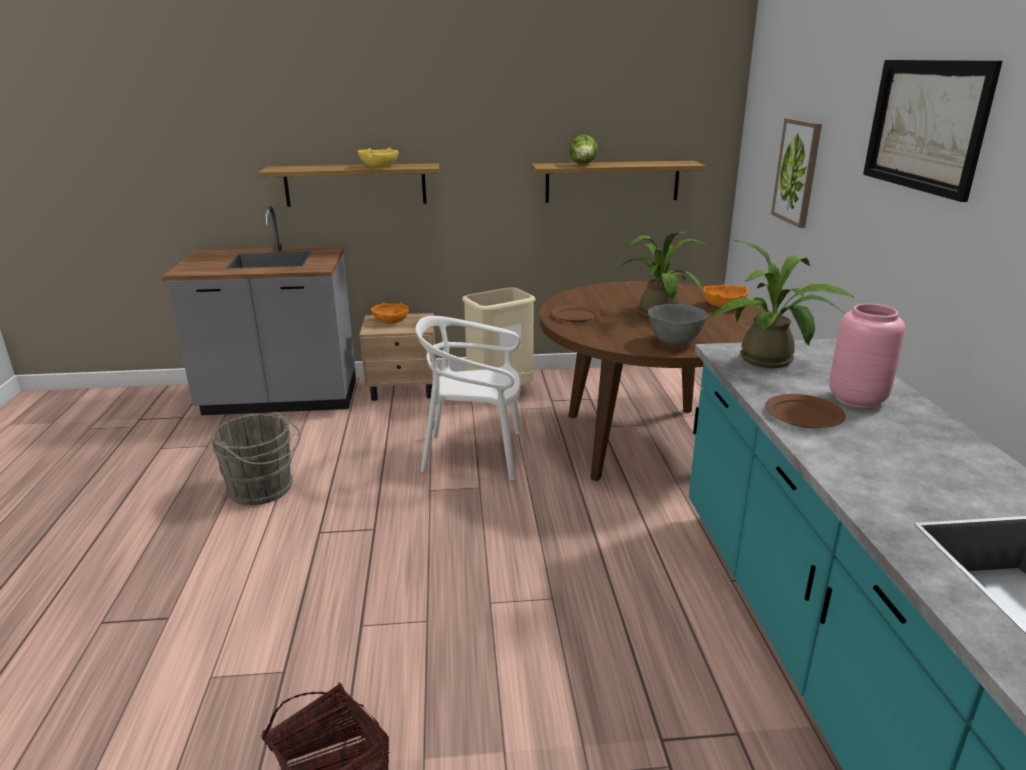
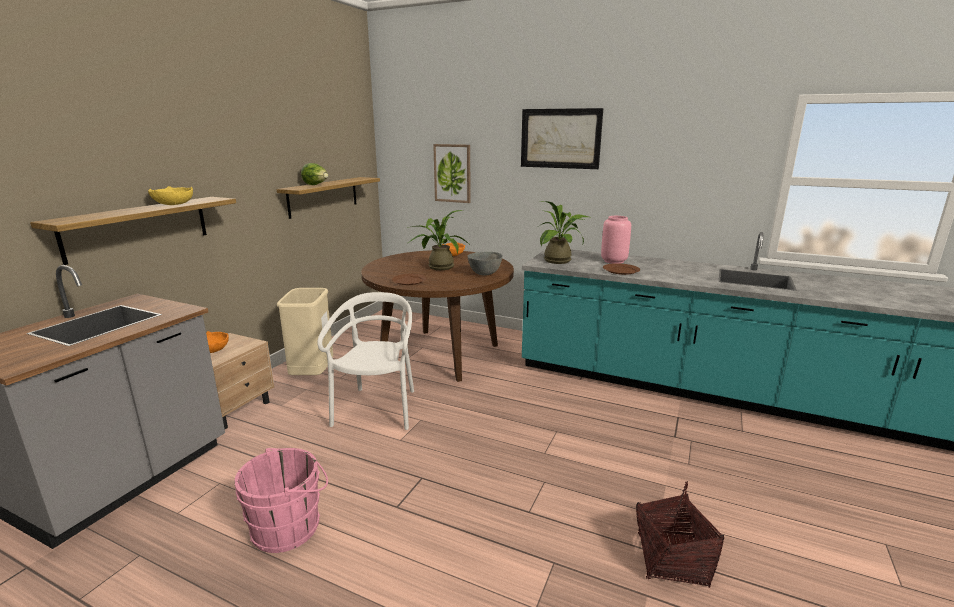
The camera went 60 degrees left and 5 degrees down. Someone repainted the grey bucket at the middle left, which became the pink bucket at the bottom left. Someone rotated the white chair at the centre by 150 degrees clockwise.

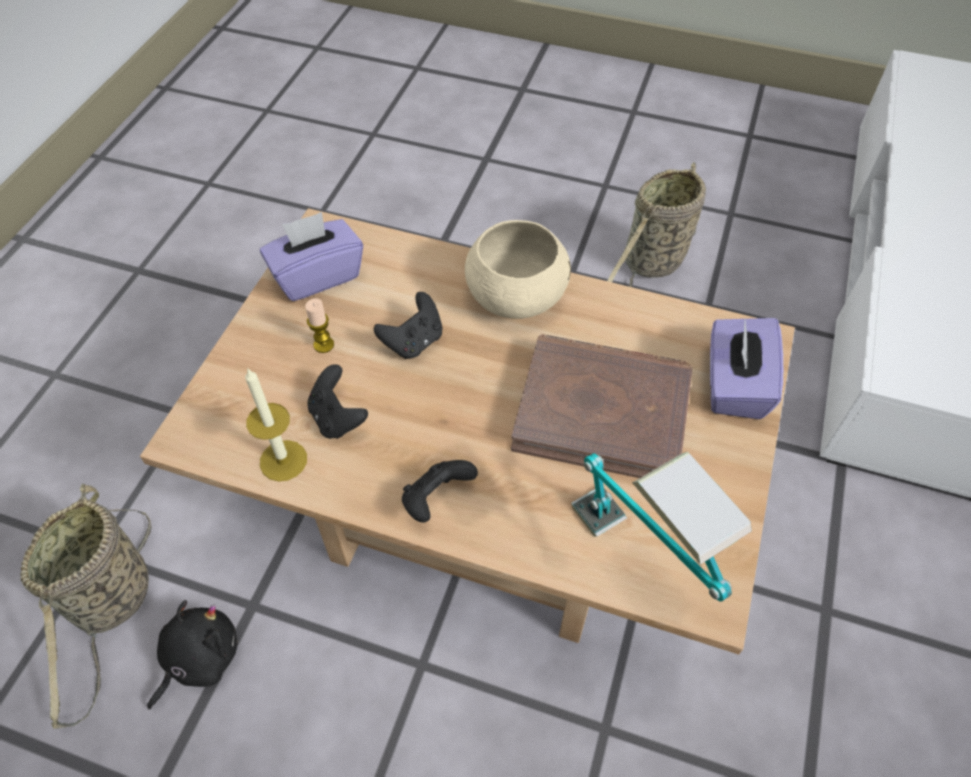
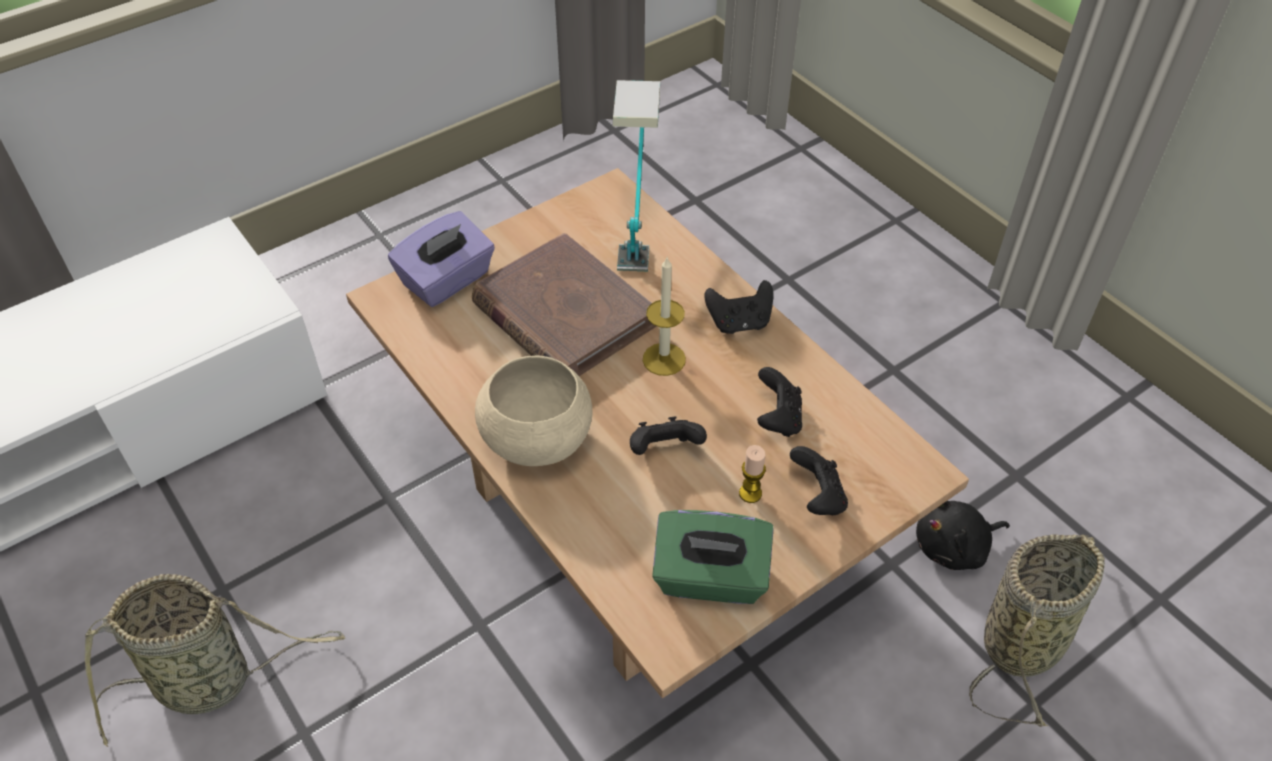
The camera went 145 degrees left and 5 degrees down. Someone put down the black game controller (4th from left) at the centre. Someone carried the candle (1st from left) from the middle left to the centre. Someone repainted the purple tissue box (1st from left) at the top left, which became the green tissue box at the bottom centre.

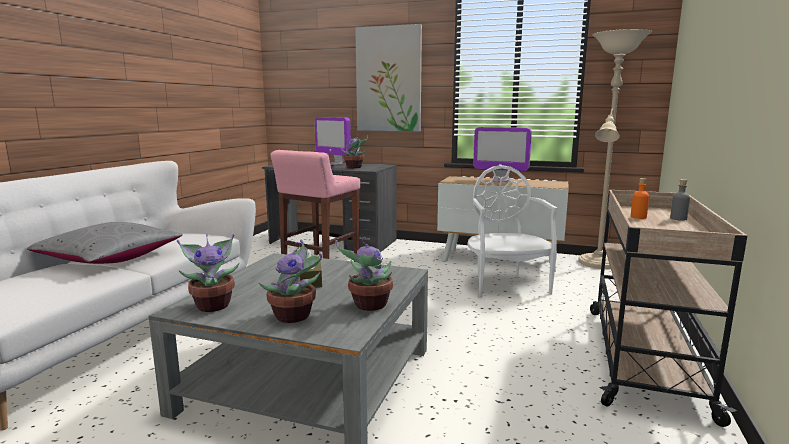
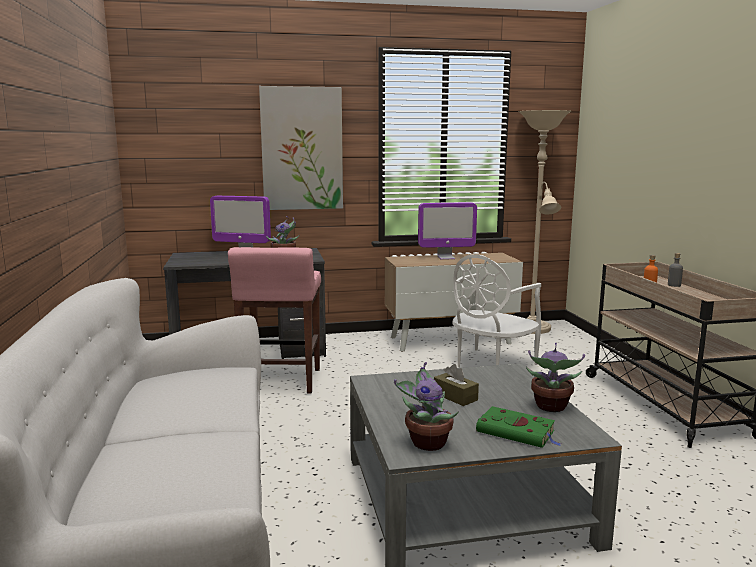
The camera went 30 degrees left and 0 degrees up. Someone took away the grey pillow at the middle left. Someone swapped the potted plant (2nd from left) at the centre for the green book at the bottom right. Someone rotated the white chair at the centre by 105 degrees counterclockwise.

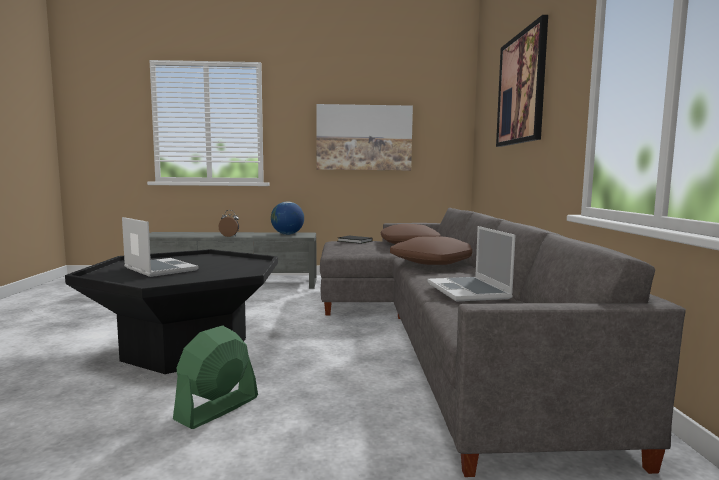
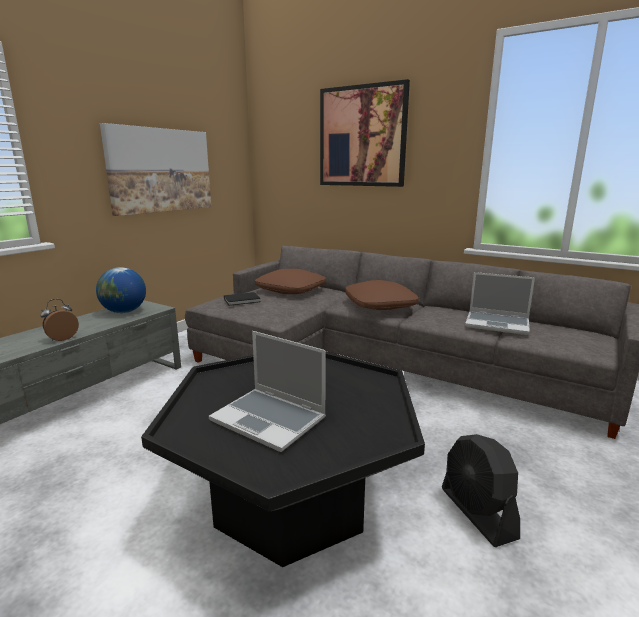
The camera went 55 degrees left and 10 degrees up. Someone repainted the green fan at the bottom left, which became the black fan at the bottom right. Someone rotated the laptop (1st from left) at the middle left by 135 degrees counterclockwise.

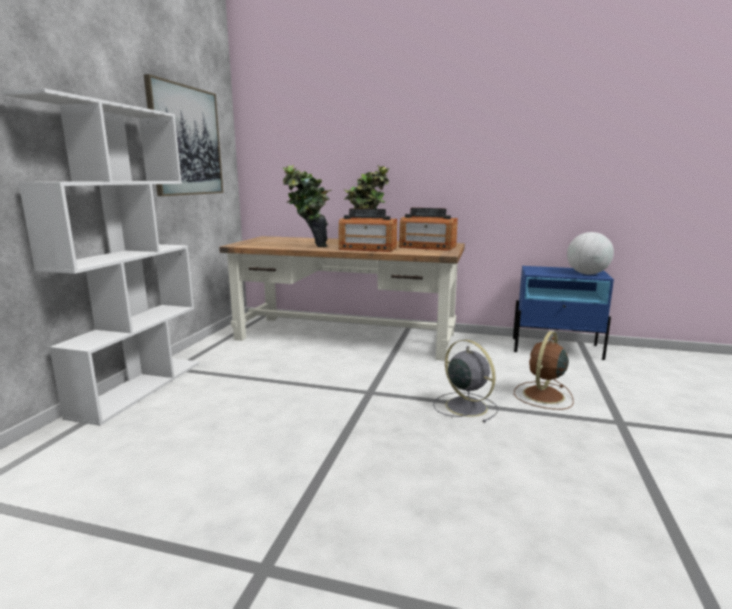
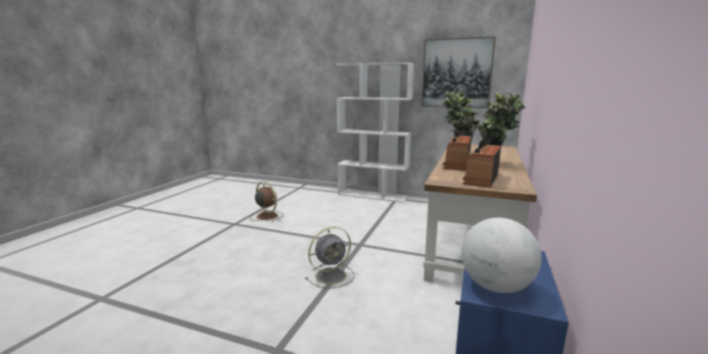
The camera went 95 degrees right and 0 degrees up. Someone carried the brown fan from the middle right to the centre.

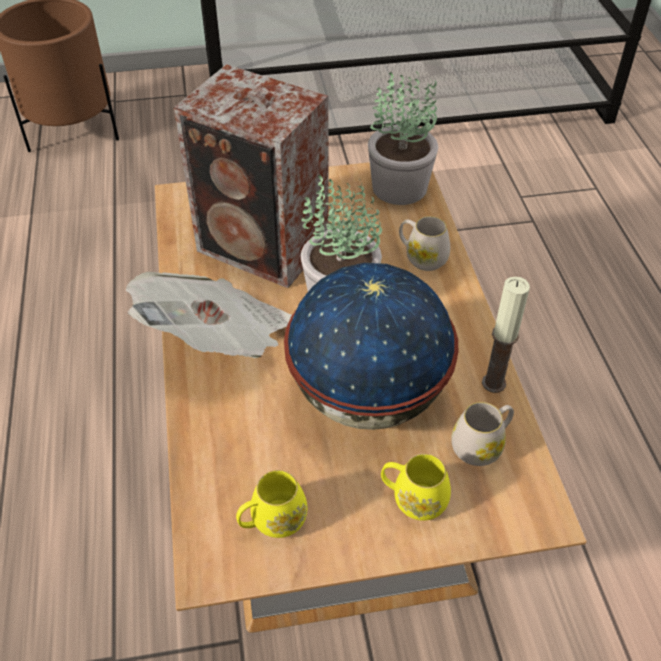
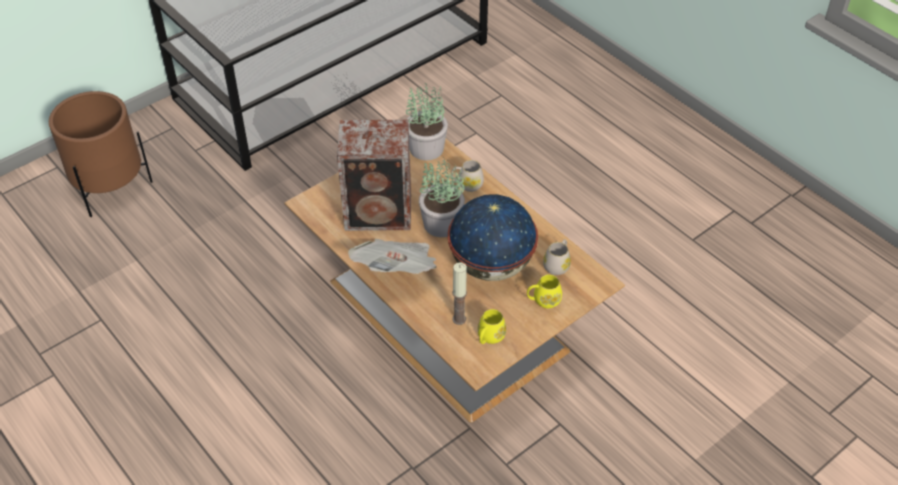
The camera went 30 degrees left and 0 degrees up. Someone carried the candle from the middle right to the centre.

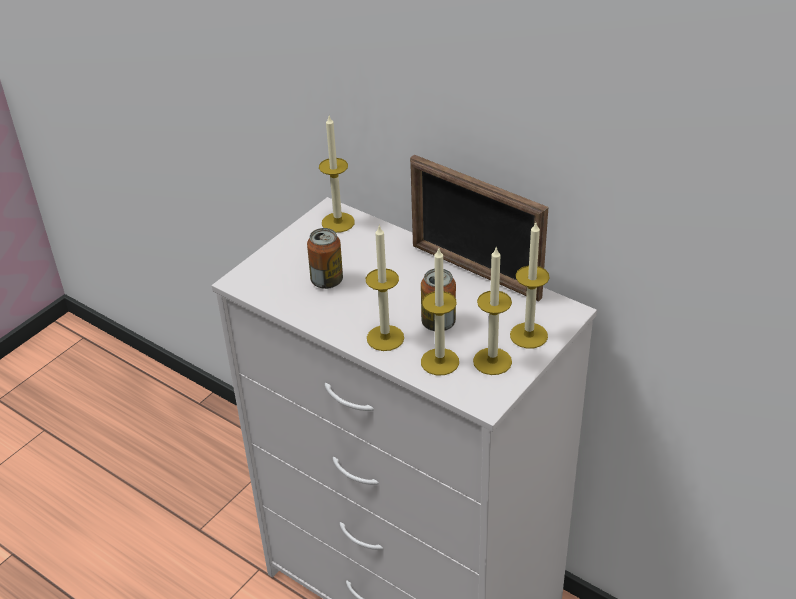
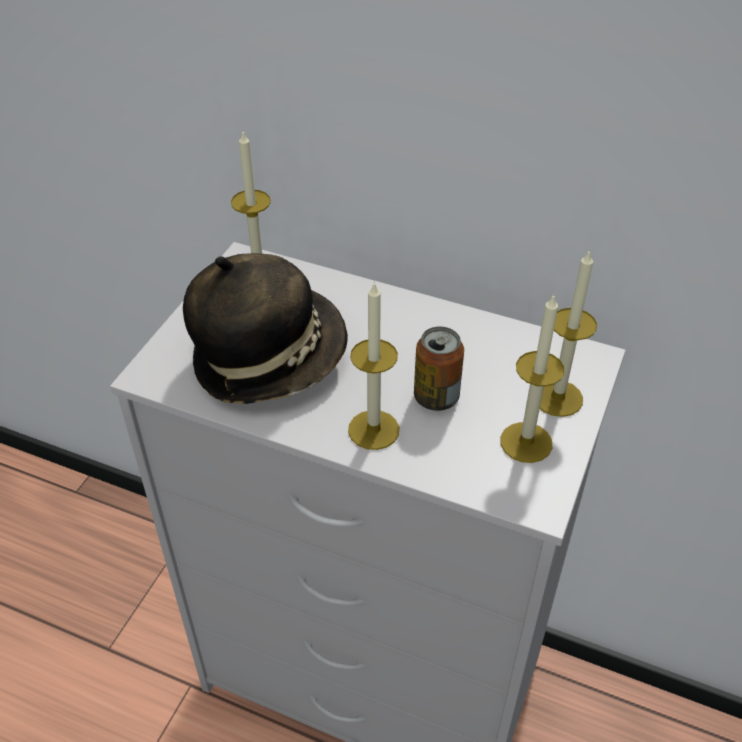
The camera went 15 degrees left and 5 degrees up. Someone took away the picture frame at the centre. Someone took away the candle (3rd from left) at the centre. Someone swapped the can (1st from left) at the centre for the hat at the centre.

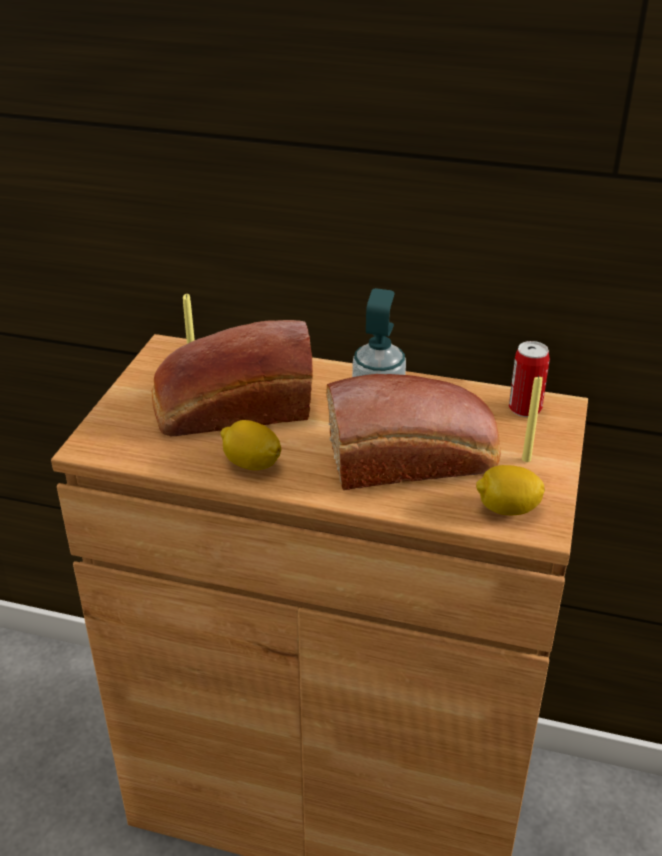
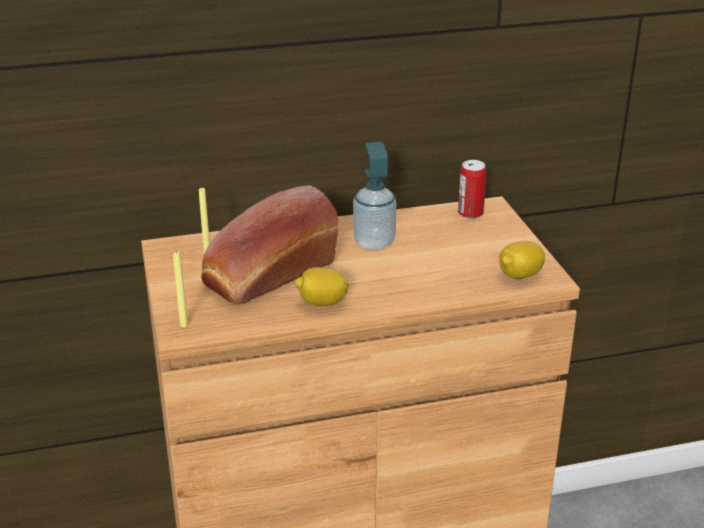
The camera went 30 degrees left and 5 degrees down. Someone took away the bread (2nd from left) at the centre. Someone carried the yellow candle (2nd from left in the first image) from the middle right to the middle left.

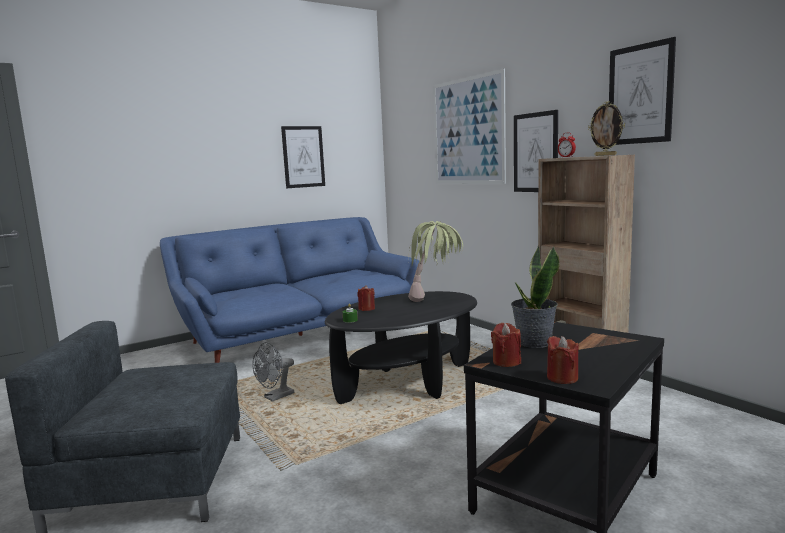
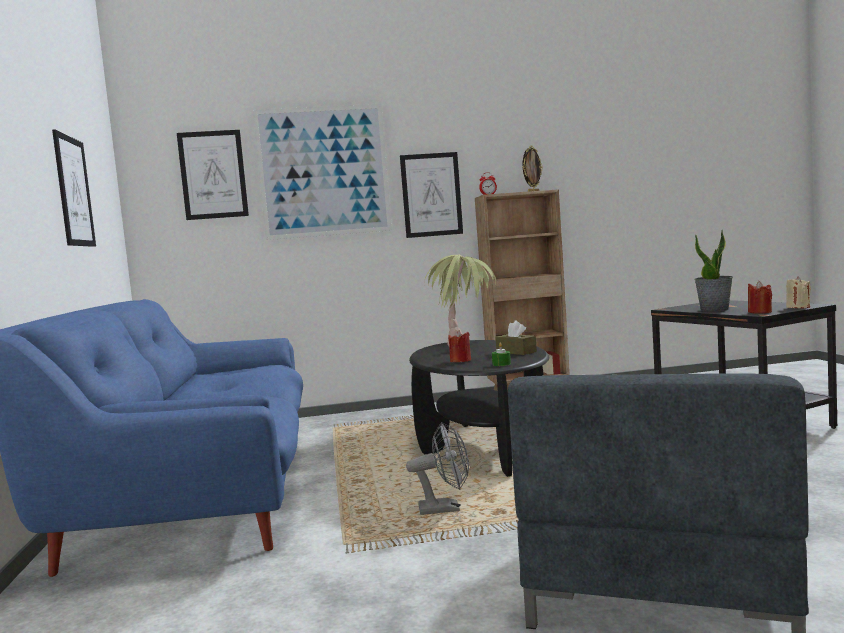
The camera went 65 degrees left and 5 degrees down. Someone put down the brown tissue box at the centre. Someone carried the picture (4th from left in the first image) from the top right to the top left. Someone repainted the red candle (3rd from left) at the bottom right, which became the beige candle at the middle right. Someone rotated the grey fan at the bottom centre by 75 degrees counterclockwise.

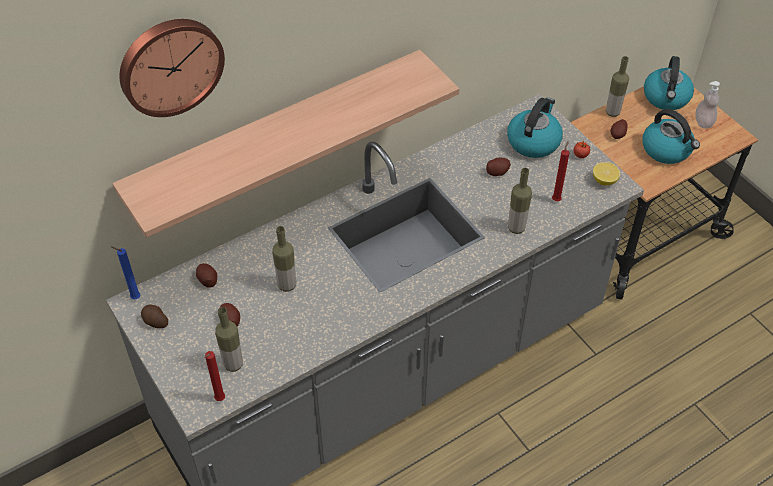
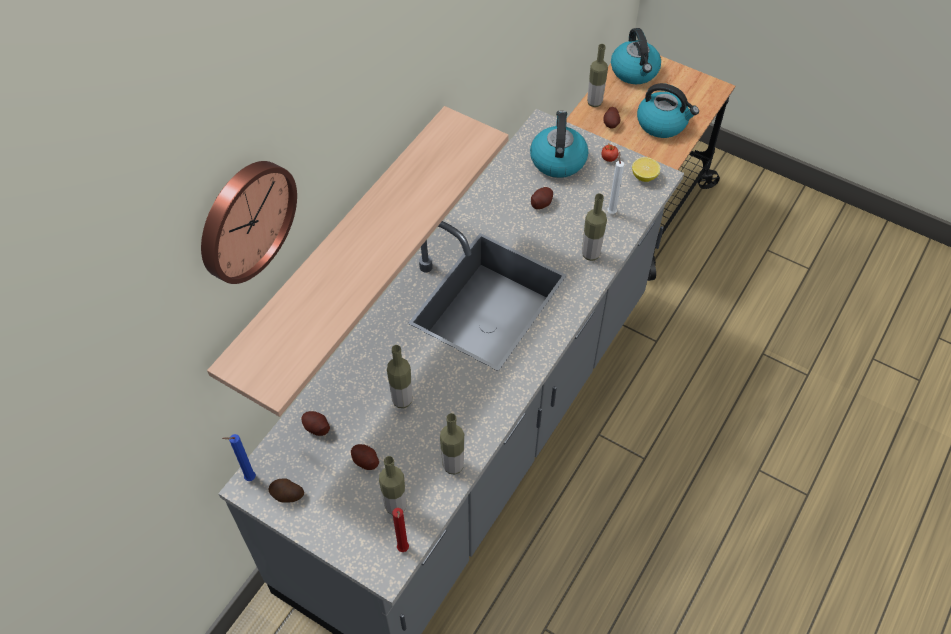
The camera went 25 degrees left and 5 degrees up. Someone took away the soap dispenser at the top right. Someone put down the bottle (3rd from left) at the bottom centre. Someone repainted the red candle (2nd from left) at the middle right, which became the white candle at the top centre.

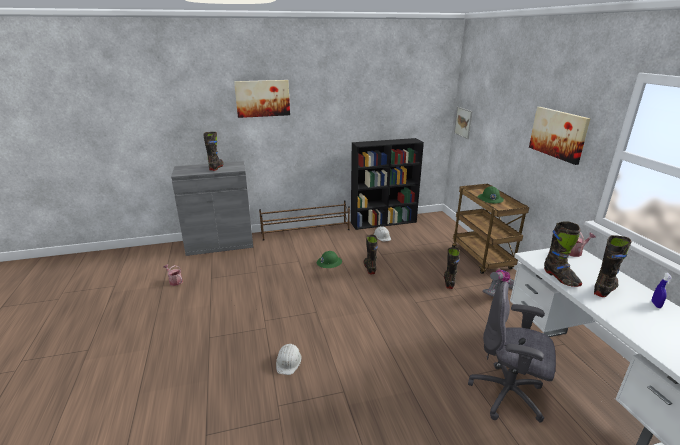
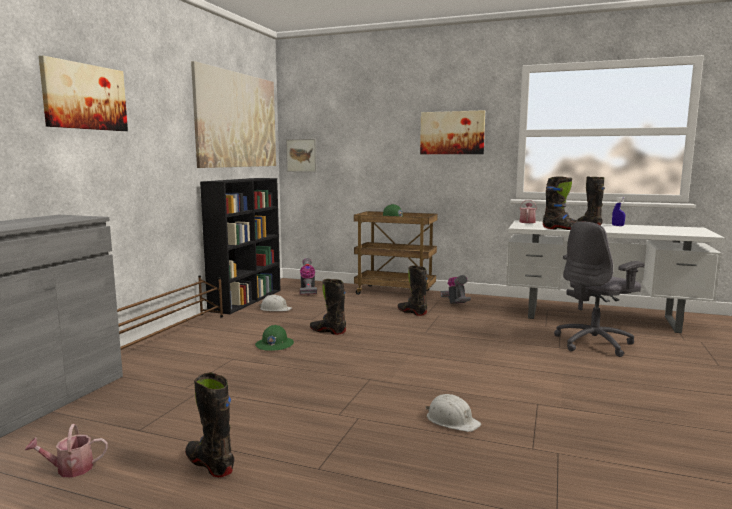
The camera went 55 degrees left and 15 degrees down. Someone put up the picture (2nd from left) at the top left. Someone put down the vacuum cleaner (1st from left) at the centre. Someone carried the black boot (1st from left) from the middle left to the bottom left.

